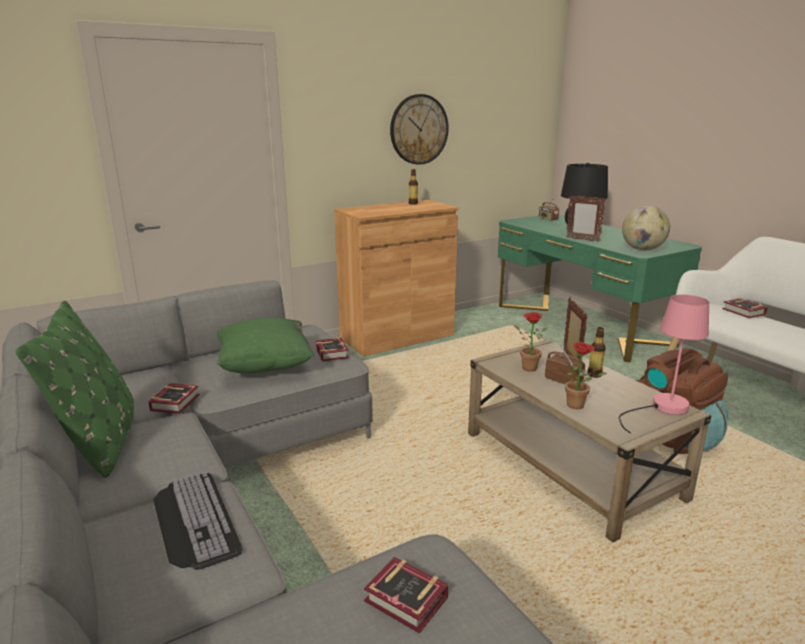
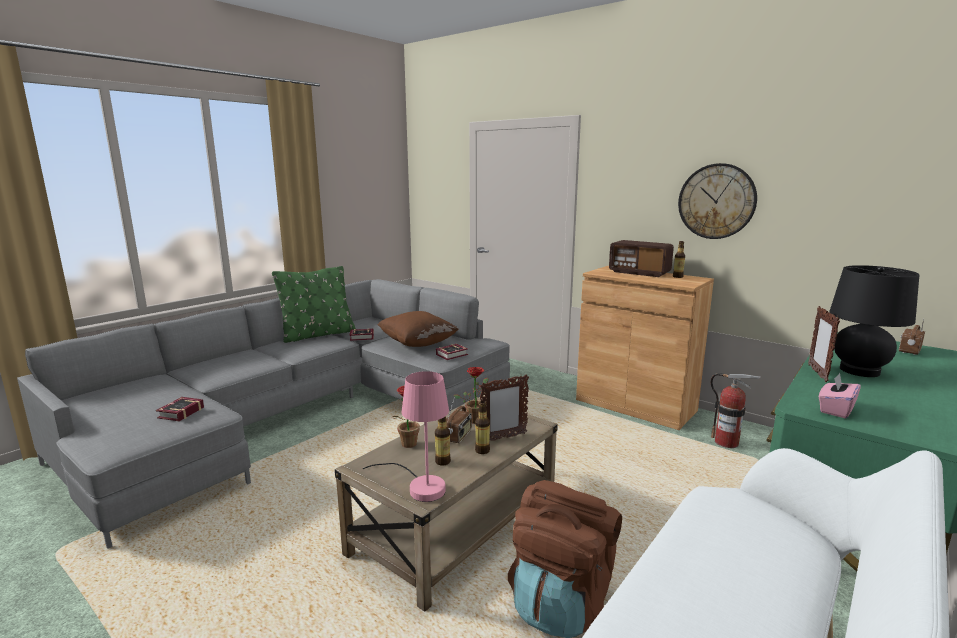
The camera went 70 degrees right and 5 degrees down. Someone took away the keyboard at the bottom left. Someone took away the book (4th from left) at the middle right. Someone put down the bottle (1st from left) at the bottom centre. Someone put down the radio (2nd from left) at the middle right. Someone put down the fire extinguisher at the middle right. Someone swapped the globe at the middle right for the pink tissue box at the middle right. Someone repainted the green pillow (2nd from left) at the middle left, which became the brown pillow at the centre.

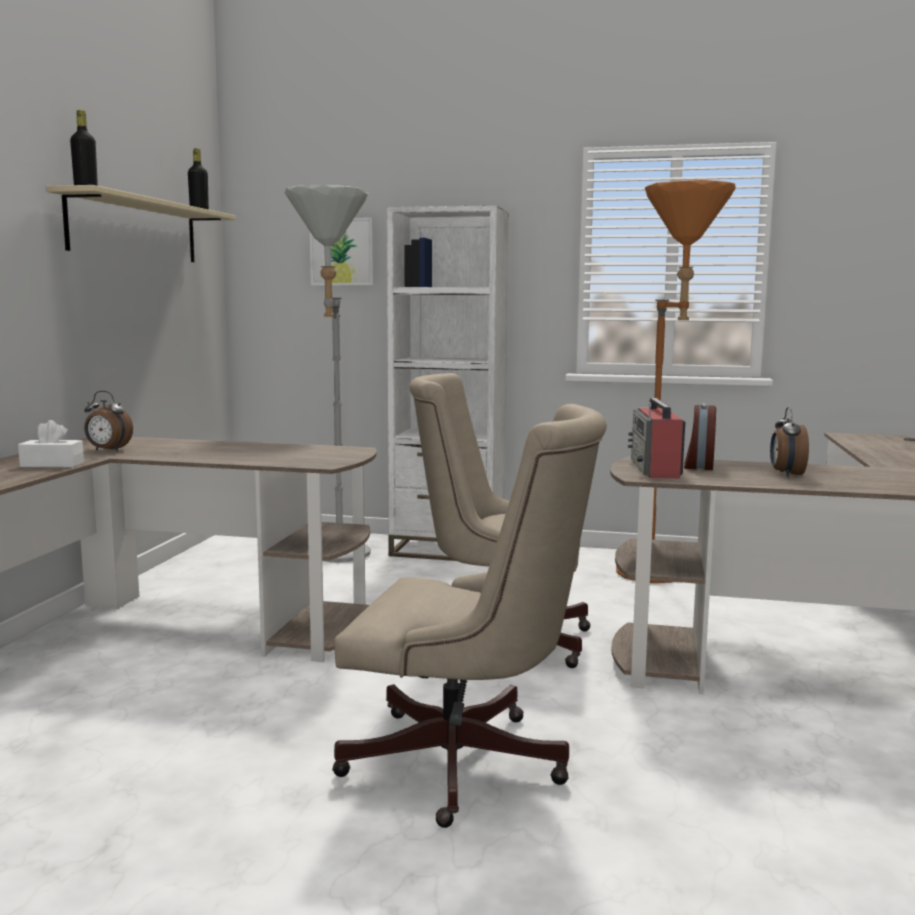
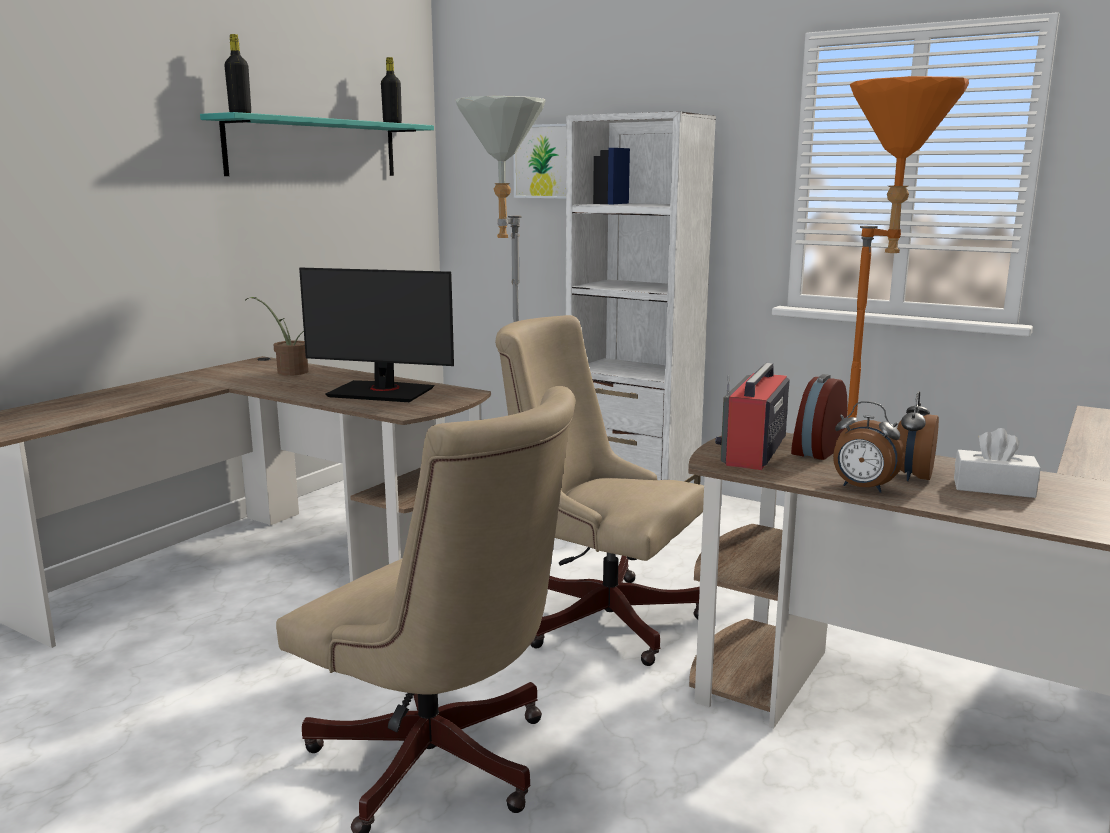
The camera went 20 degrees right and 5 degrees up. Someone put down the potted plant at the middle left. Someone put down the monitor at the centre. Someone carried the white tissue box from the middle left to the middle right. Someone carried the alarm clock (1st from left in the first image) from the middle left to the middle right. Someone repainted the beige shelf at the top left, which became the turquoise shelf at the top left.

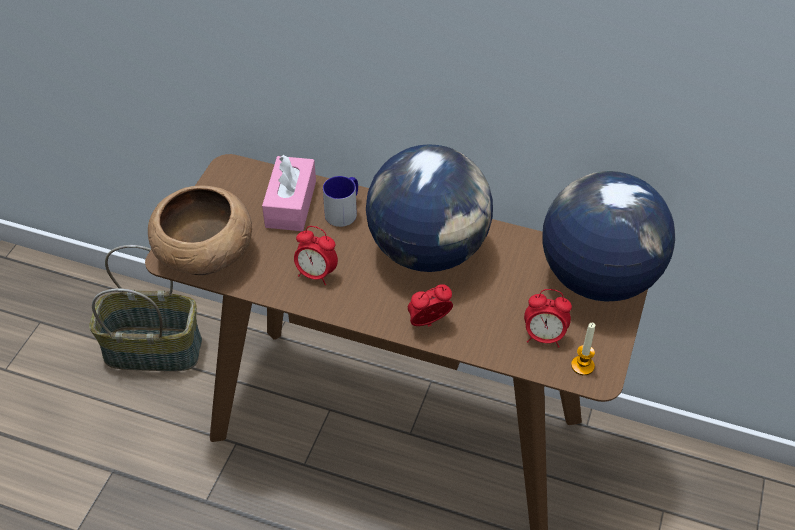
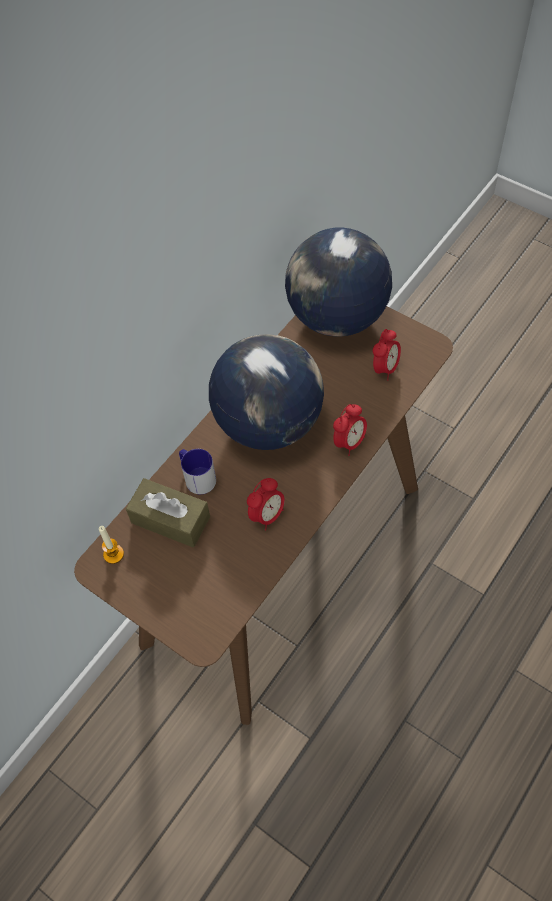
The camera went 70 degrees left and 10 degrees up. Someone took away the basket at the middle left. Someone took away the brown bowl at the middle left. Someone carried the candle from the middle right to the middle left. Someone repainted the pink tissue box at the centre, which became the brown tissue box at the middle left. Someone rotated the alarm clock (2nd from left) at the centre by 135 degrees counterclockwise.

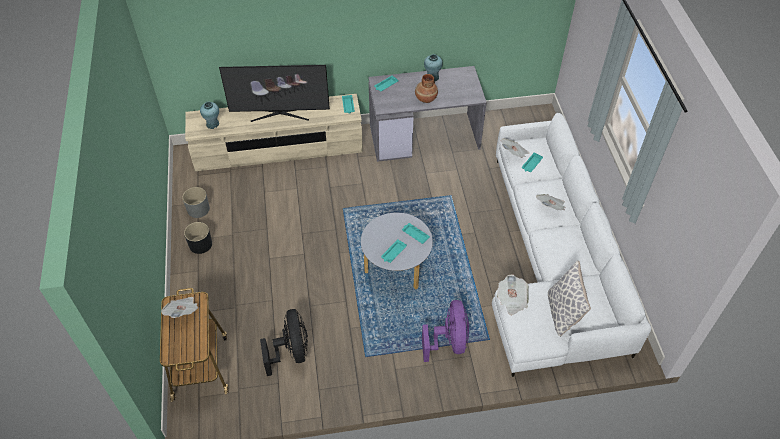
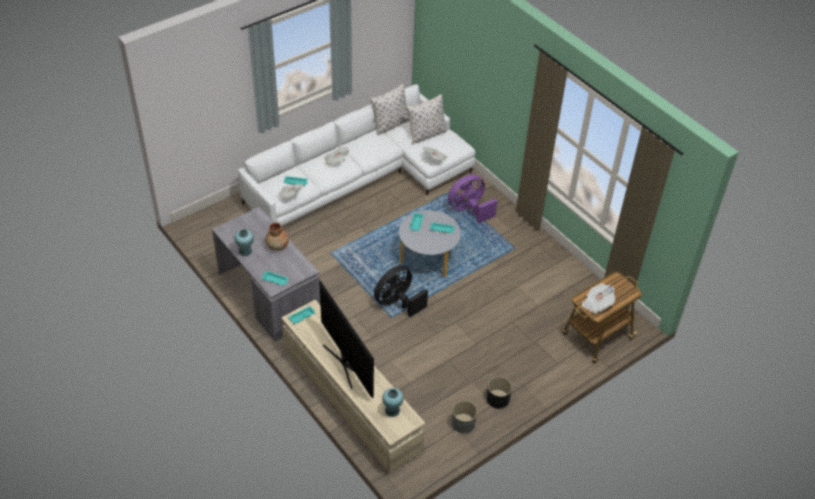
The camera went 120 degrees left and 5 degrees down. Someone put down the pillow (1st from left) at the top centre. Someone carried the black fan from the bottom centre to the centre.

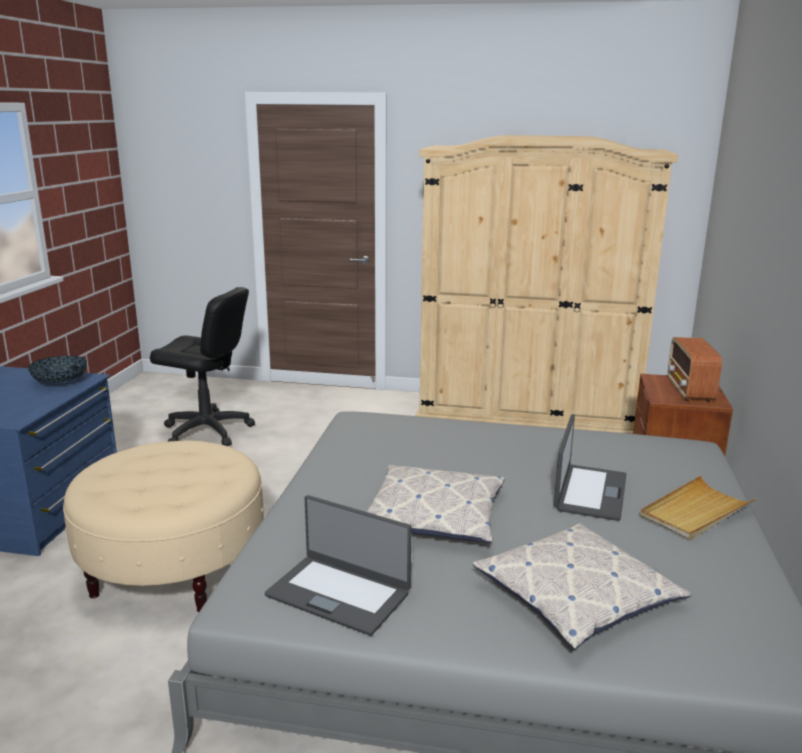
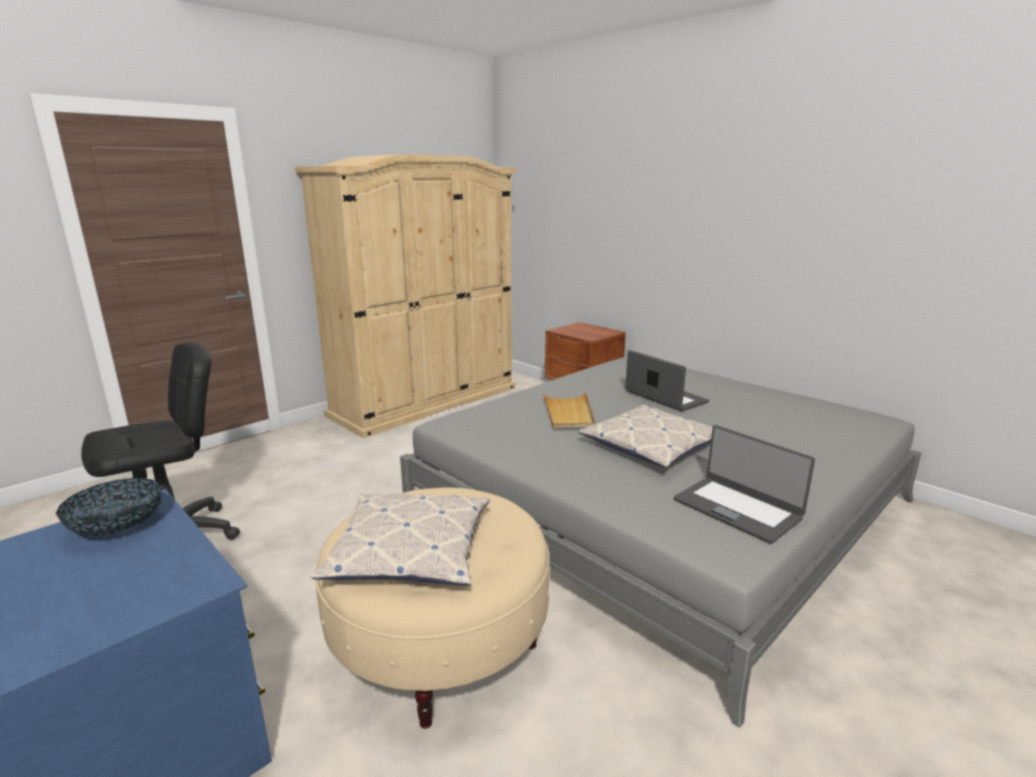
The camera went 55 degrees left and 0 degrees up. Someone took away the radio at the middle right. Someone carried the pillow (2nd from left in the first image) from the bottom right to the bottom centre. Someone carried the beige tray from the bottom right to the centre. Someone rotated the laptop (1st from left in the first image) at the bottom centre by 75 degrees clockwise.

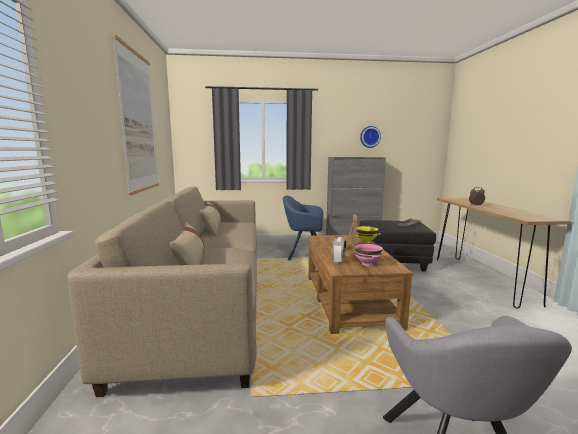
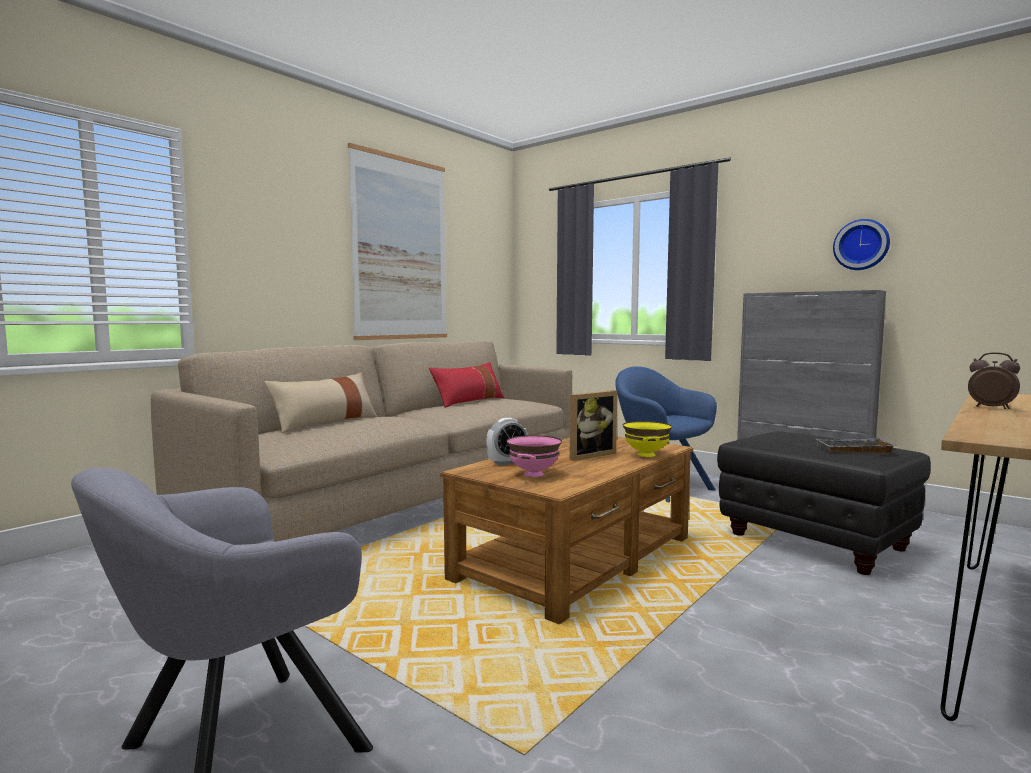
The camera went 45 degrees right and 5 degrees down. Someone repainted the beige pillow (2nd from left) at the centre, which became the red pillow at the centre.

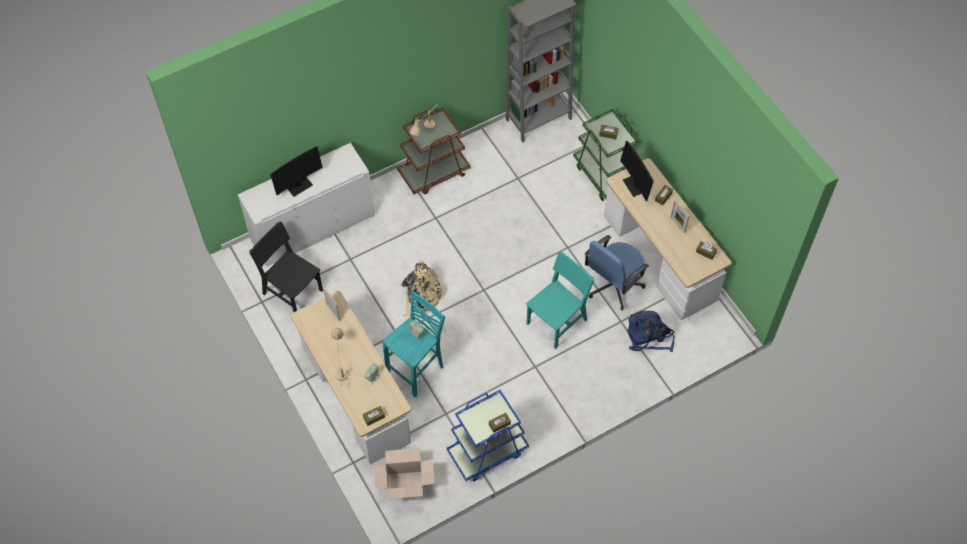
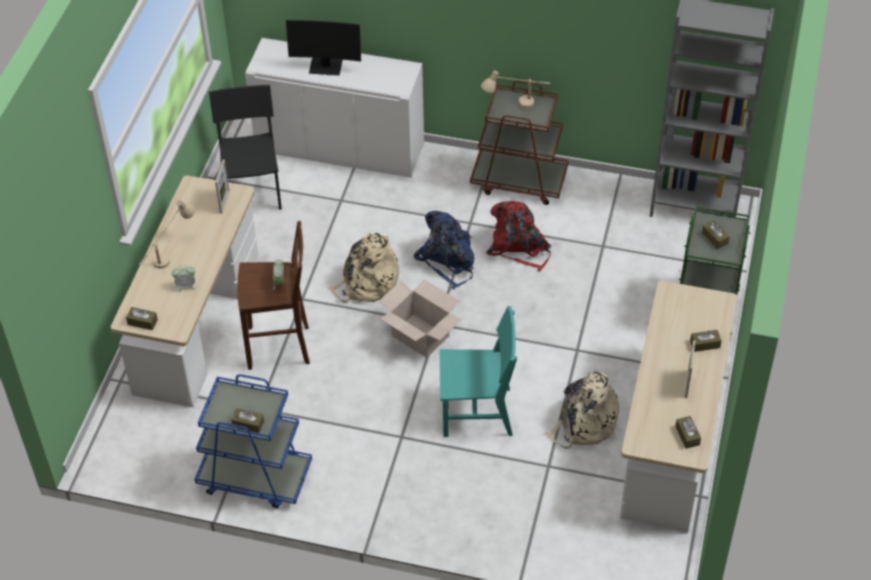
The camera went 45 degrees right and 10 degrees down. Someone took away the monitor (2nd from left) at the top centre. Someone put down the red backpack at the centre. Someone carried the cardboard box from the bottom centre to the centre. Someone carried the blue backpack from the middle right to the centre. Someone swapped the blue office chair at the centre for the beige backpack (2nd from left) at the bottom right. Someone repainted the turquoise stool at the centre, which became the brown stool at the middle left.

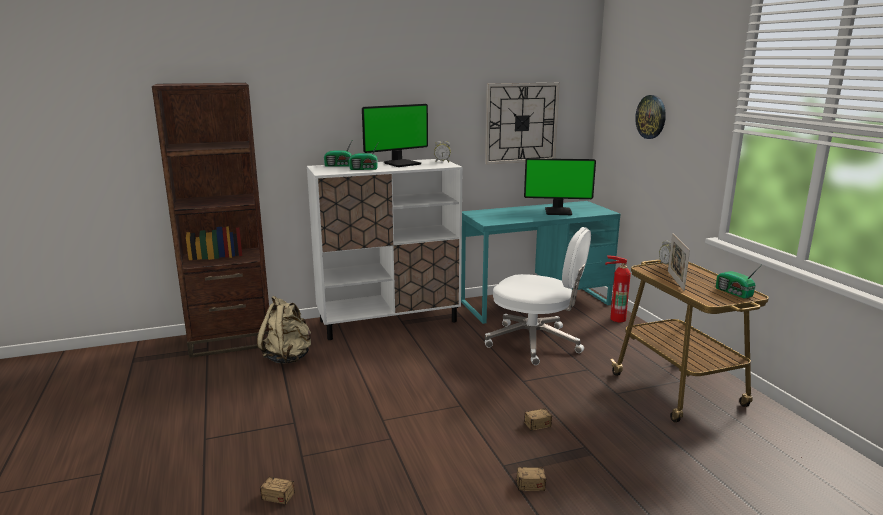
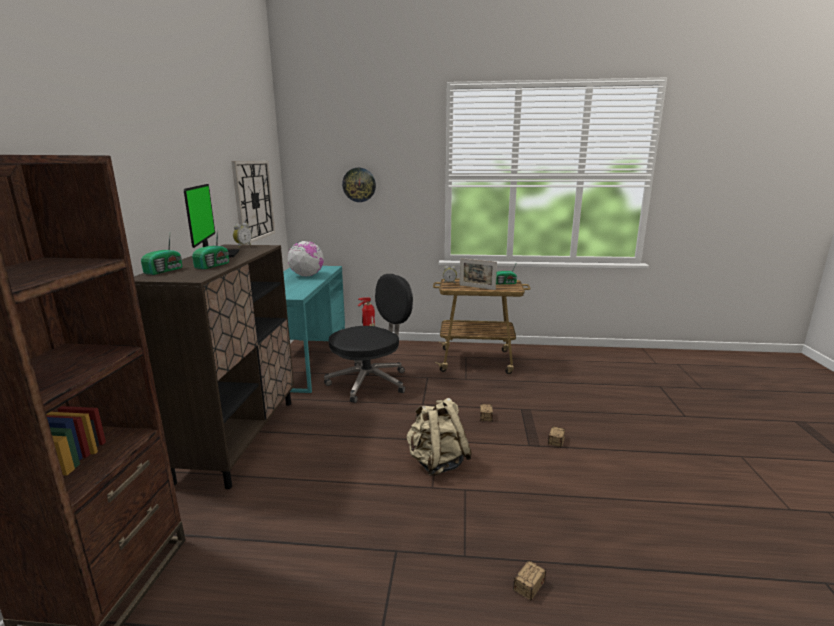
The camera went 65 degrees left and 0 degrees up. Someone carried the beige backpack from the middle left to the bottom centre. Someone swapped the monitor (2nd from left) at the centre for the globe at the centre. Someone repainted the white cabinet at the centre, which became the brown cabinet at the middle left. Someone repainted the white office chair at the centre, which became the black office chair at the centre.

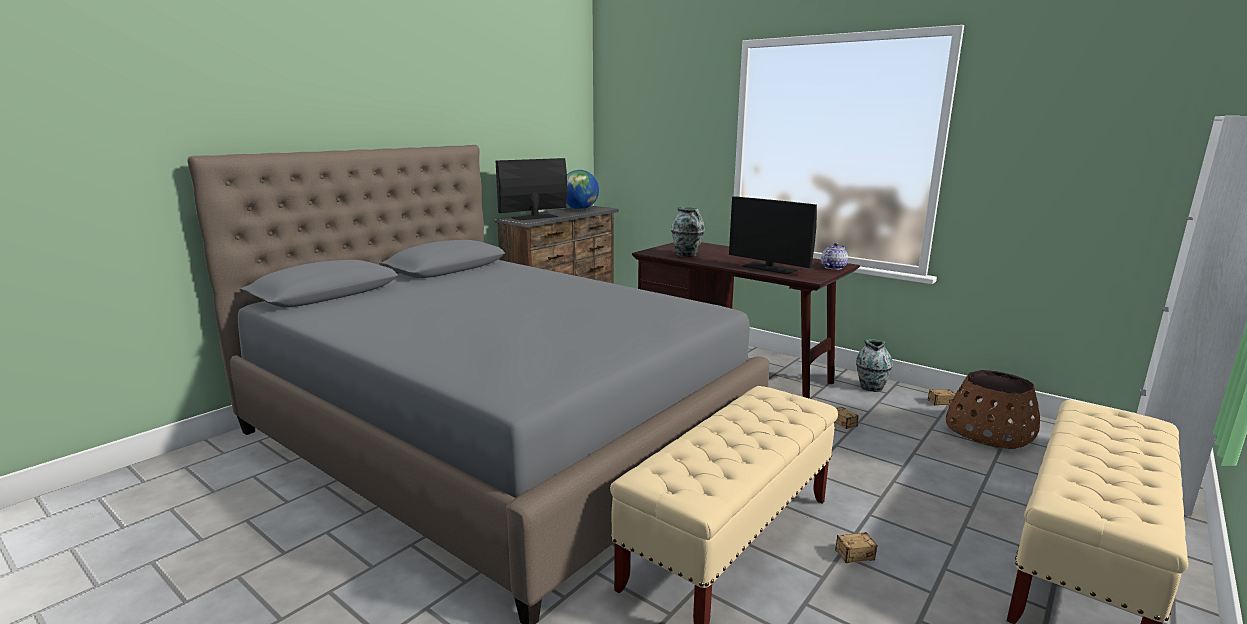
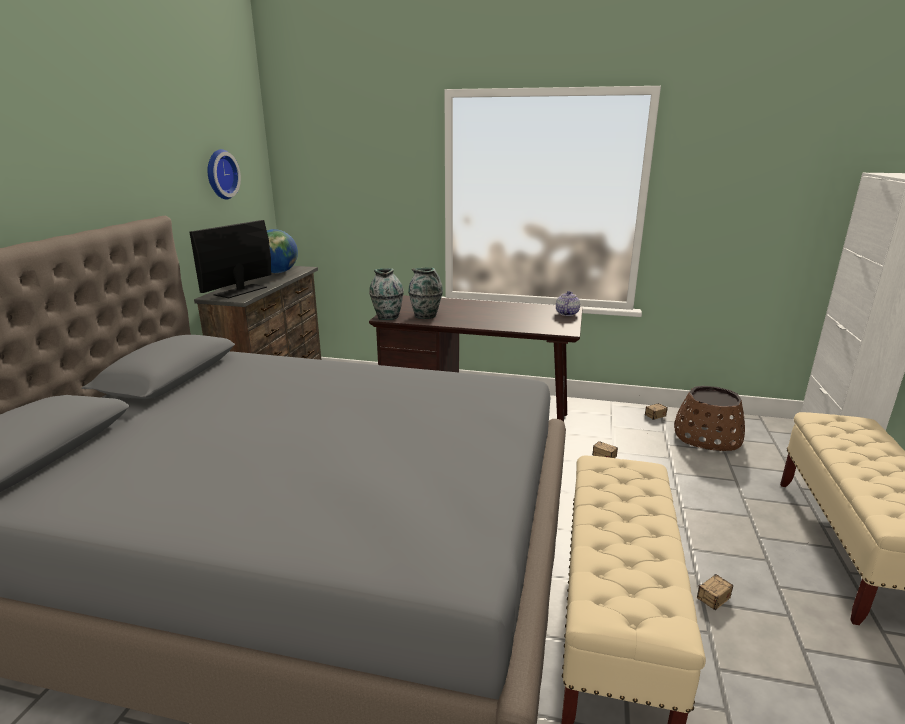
The camera went 25 degrees left and 5 degrees up. Someone took away the monitor (2nd from left) at the centre. Someone put up the wall clock at the top left. Someone carried the vase (2nd from left in the first image) from the middle right to the centre.

